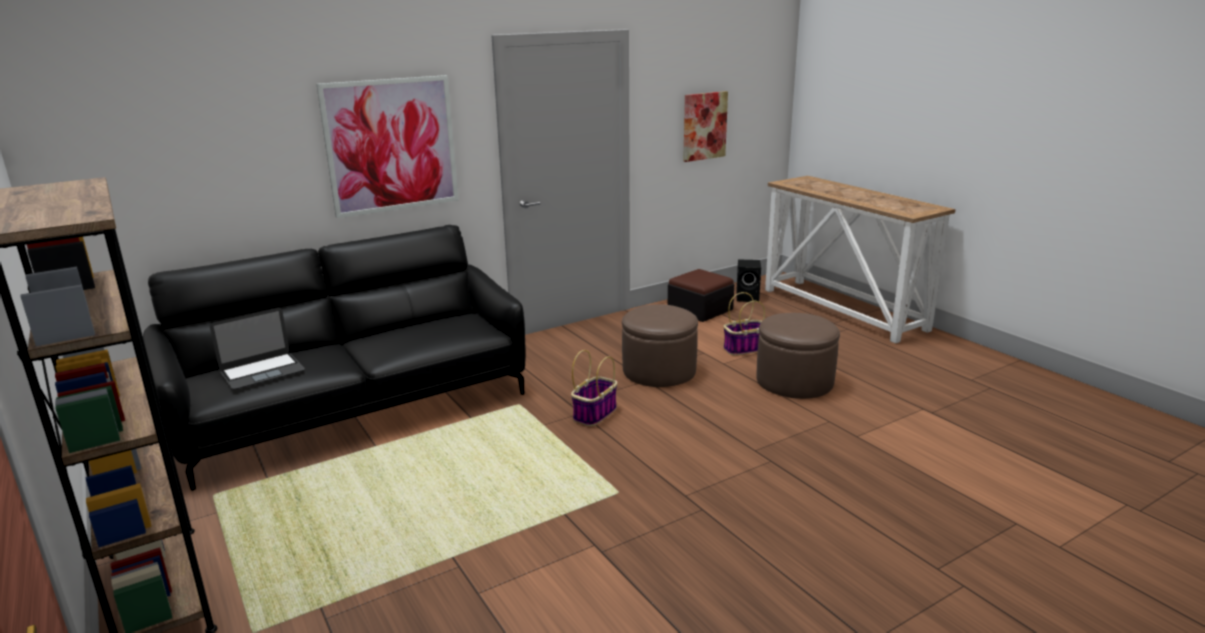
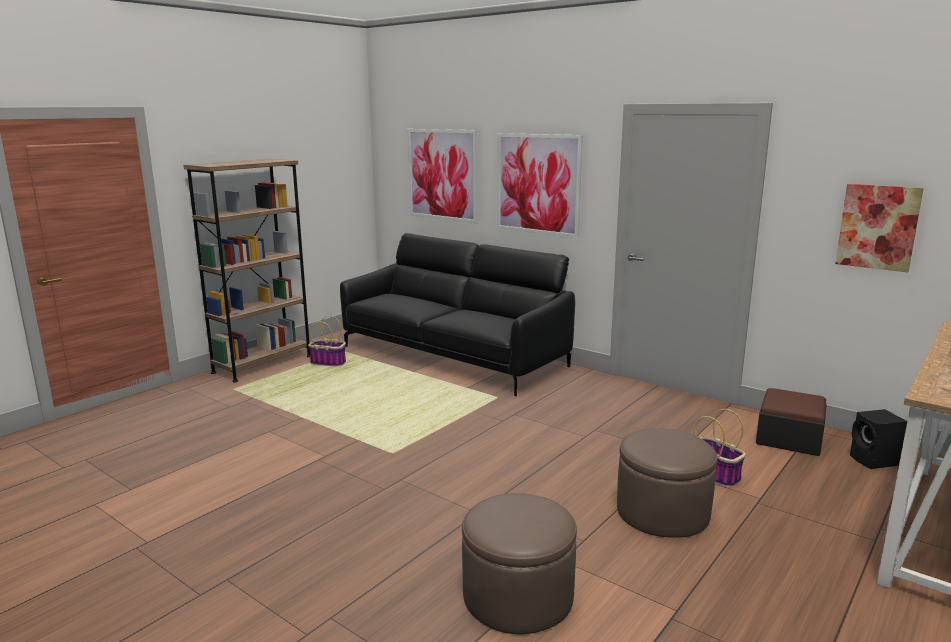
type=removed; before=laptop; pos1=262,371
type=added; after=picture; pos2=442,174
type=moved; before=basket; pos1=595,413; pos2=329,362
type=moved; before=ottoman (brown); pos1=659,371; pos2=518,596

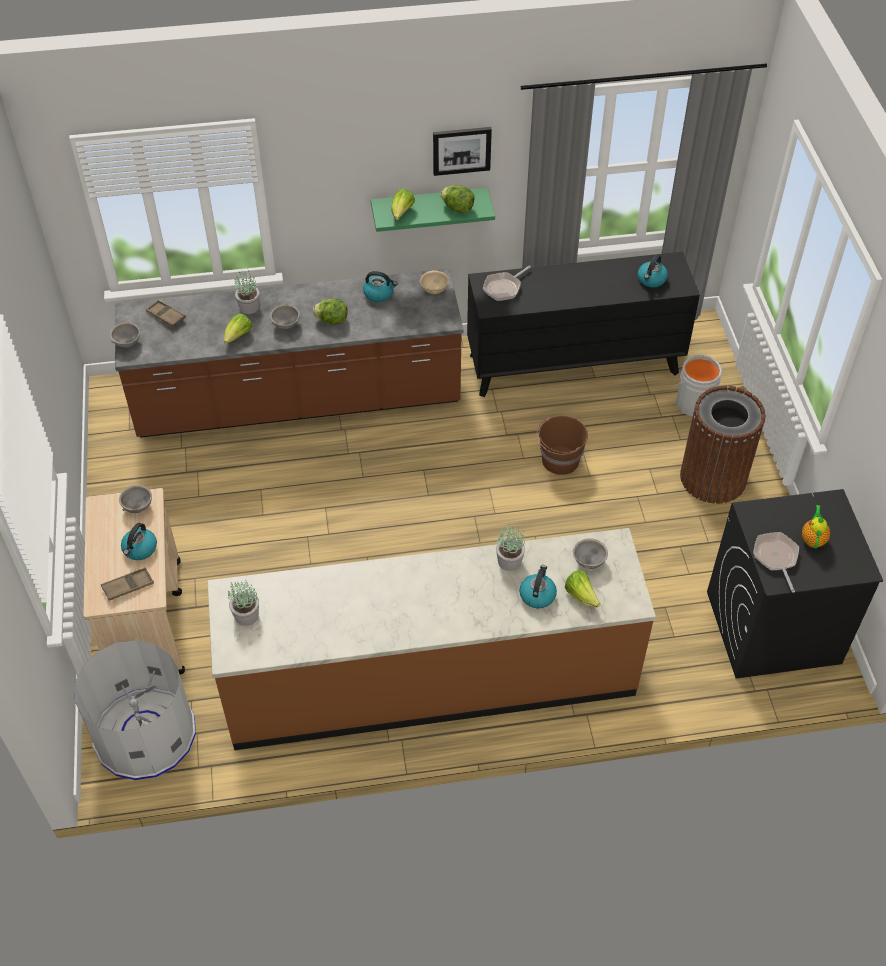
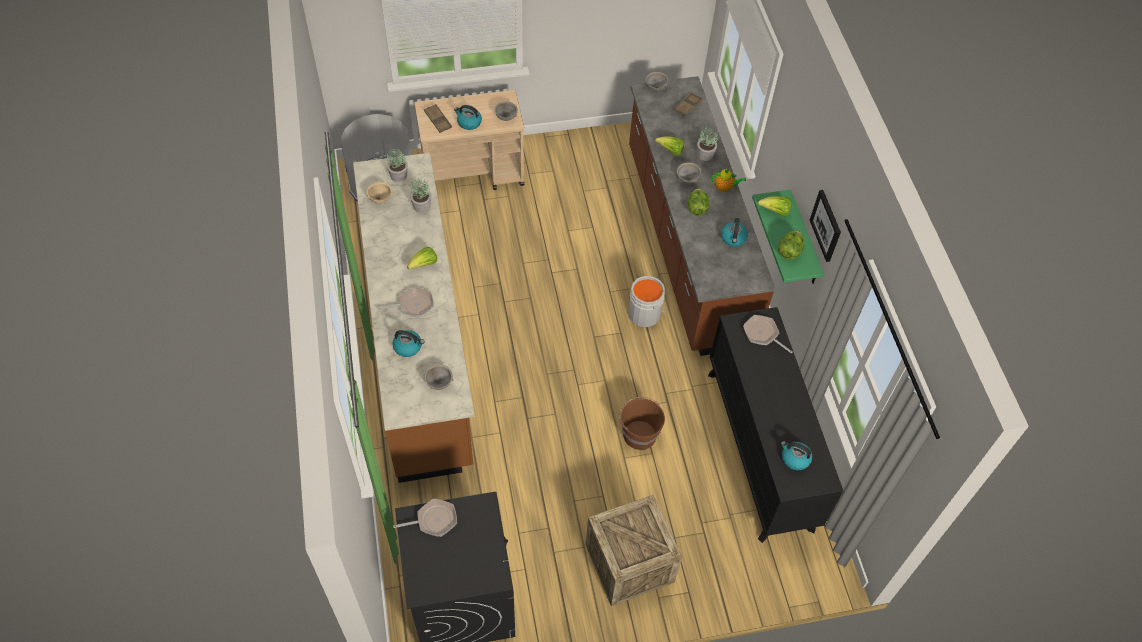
type=added; after=frying pan; pos2=413,305
type=moved; before=bowl (beige); pos1=434,290; pos2=380,199
type=moved; before=potted plant; pos1=510,561; pos2=422,206
type=moved; before=lettuce; pos1=581,595; pos2=424,264
type=moved; before=bucket (grey); pos1=693,401; pos2=646,313
type=moved; before=teapot; pos1=813,539; pos2=724,187
type=replaced; before=trash can (brown); after=crate; pos1=713,478; pos2=629,563

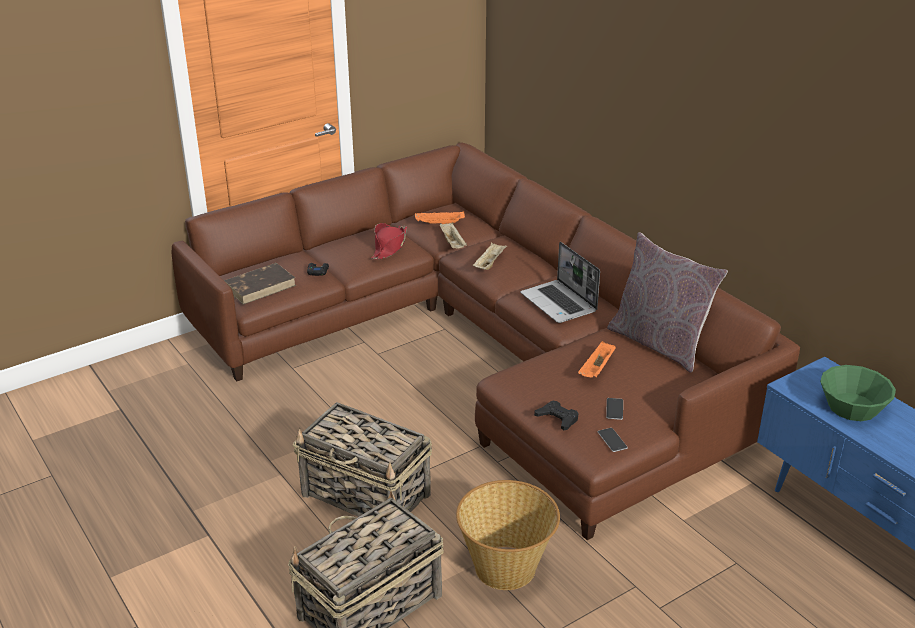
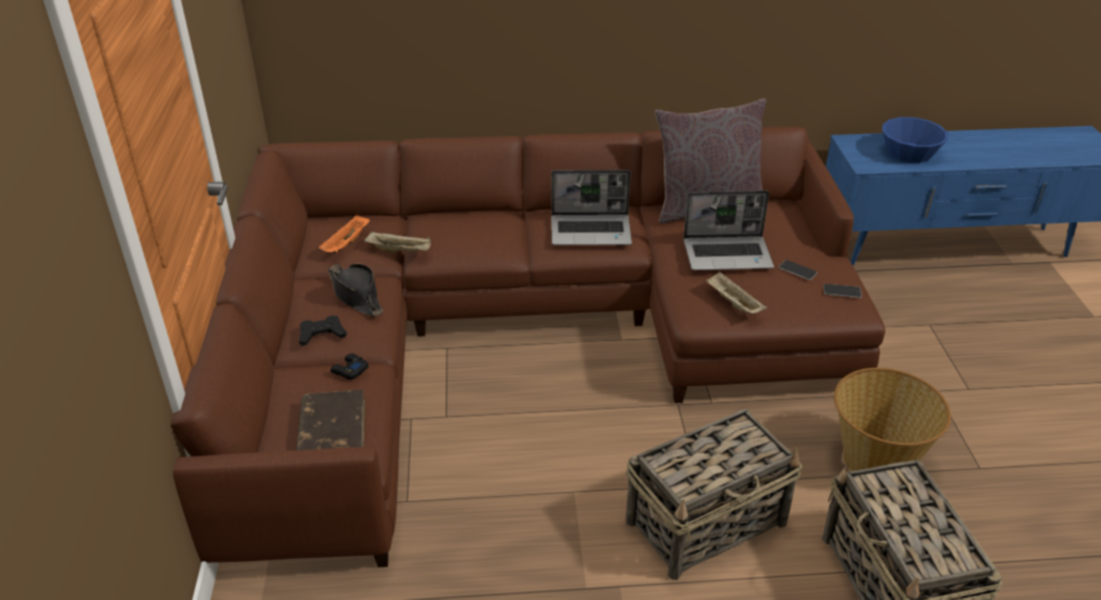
type=moved; before=tray (beige); pos1=489,264; pos2=732,303
type=moved; before=game controller (black); pos1=557,418; pos2=322,334
type=replaced; before=tray (orange); after=laptop; pos1=597,369; pos2=728,254
type=recoloured; before=hat (red); after=hat (black); pos1=389,247; pos2=356,295
type=recoloured; before=bowl (green); after=bowl (blue); pos1=853,406; pos2=909,152

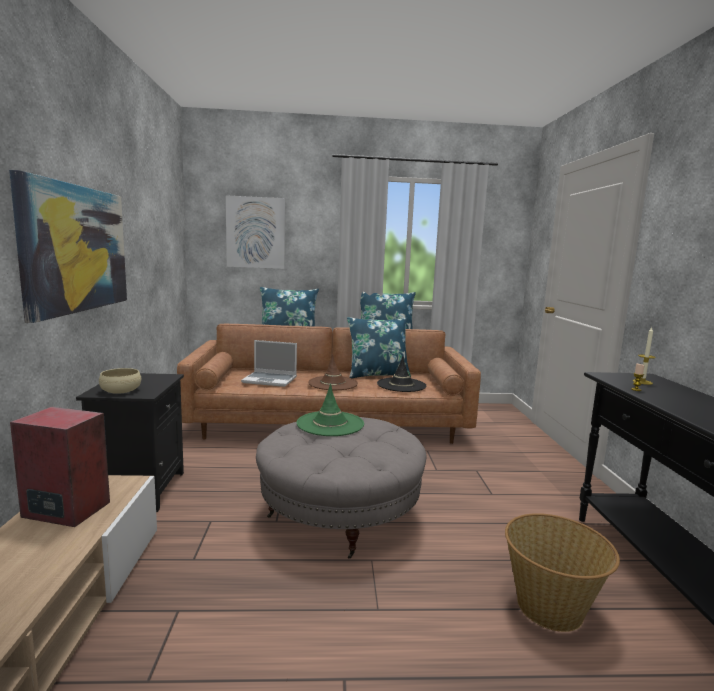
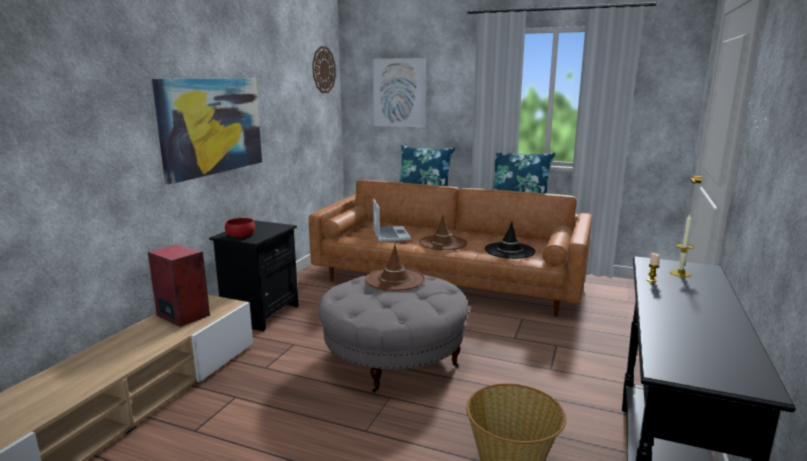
type=removed; before=pillow (blue); pos1=377,375
type=added; after=wall clock; pos2=323,70
type=recoloured; before=bowl (beige); after=bowl (red); pos1=120,390; pos2=240,235
type=recoloured; before=hat (green); after=hat (brown); pos1=330,424; pos2=395,279
type=turned; before=laptop; pos1=270,380; pos2=390,235; turn=-135

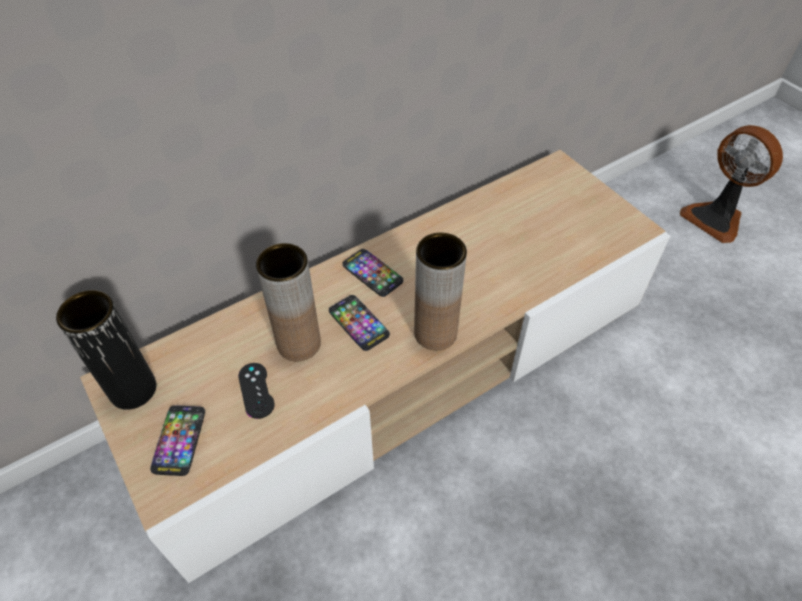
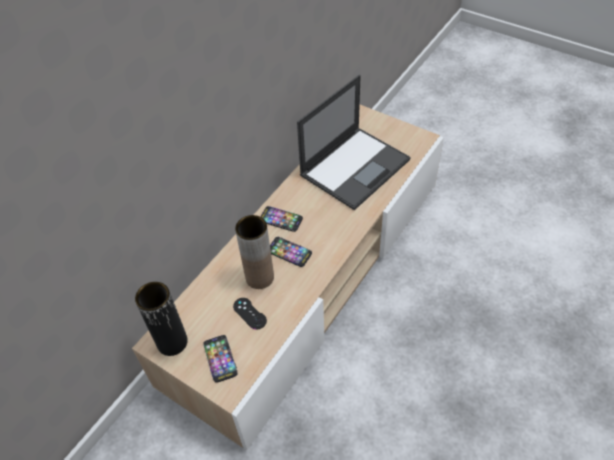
type=removed; before=vase (brown); pos1=435,333
type=removed; before=fan; pos1=715,218
type=added; after=laptop; pos2=355,166

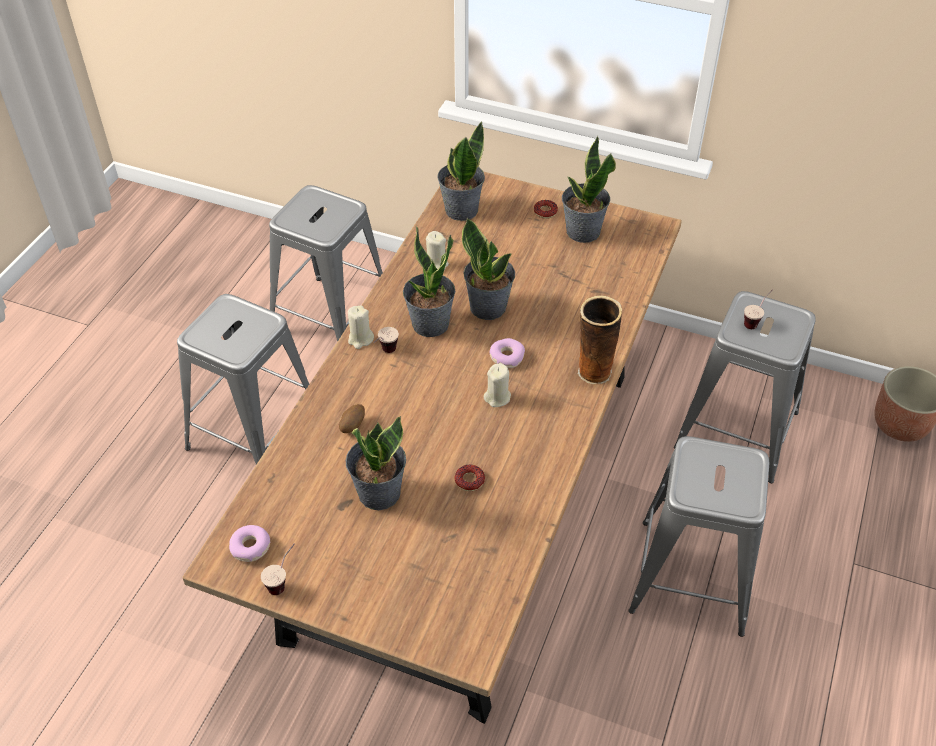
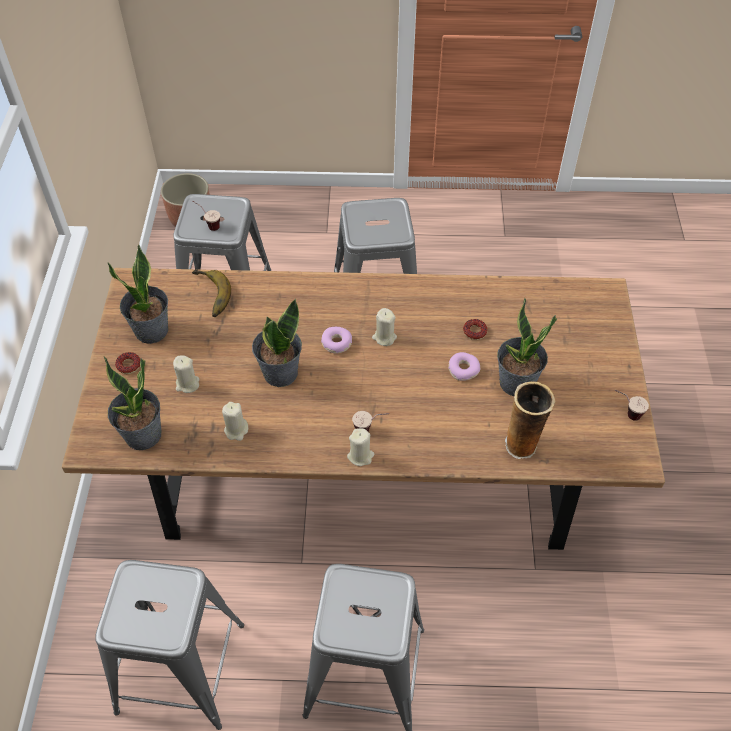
type=removed; before=potato; pos1=352,425
type=removed; before=potted plant; pos1=430,324
type=added; after=candle (beige); pos2=187,384
type=added; after=banana; pos2=208,295
type=moved; before=donut; pos1=250,547; pos2=463,369
type=moved; before=vase; pos1=593,372; pos2=522,445

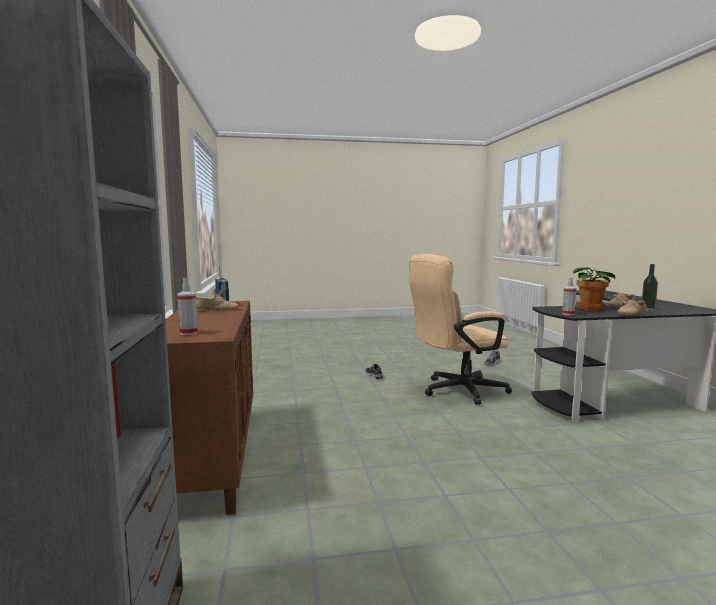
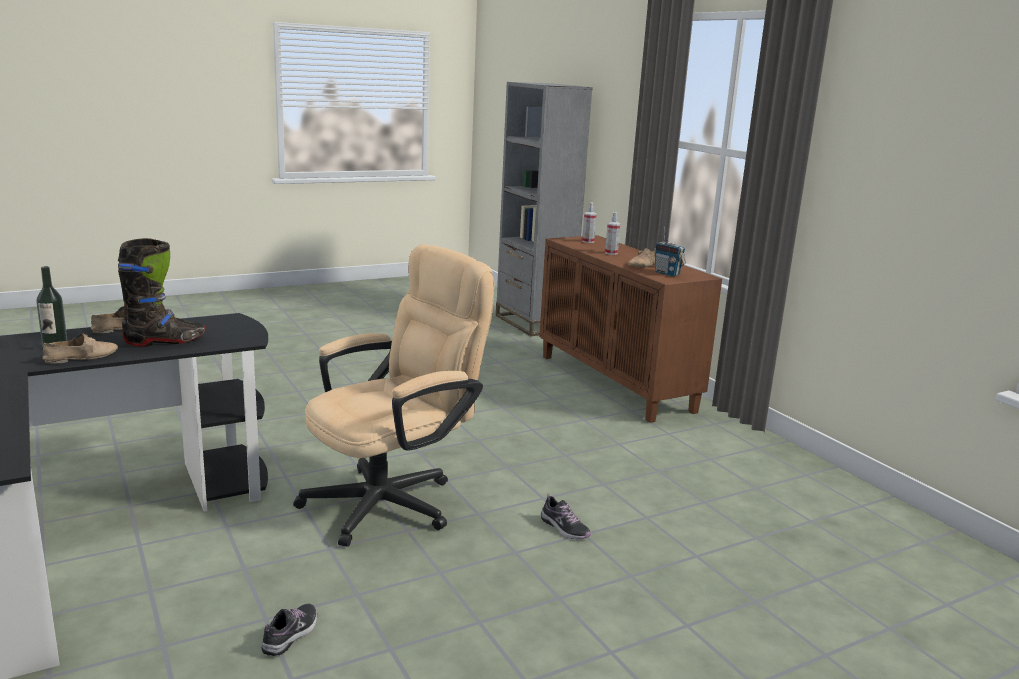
type=moved; before=spray bottle; pos1=568,314; pos2=611,253
type=replaced; before=potted plant; after=boot (black); pos1=591,309; pos2=165,341

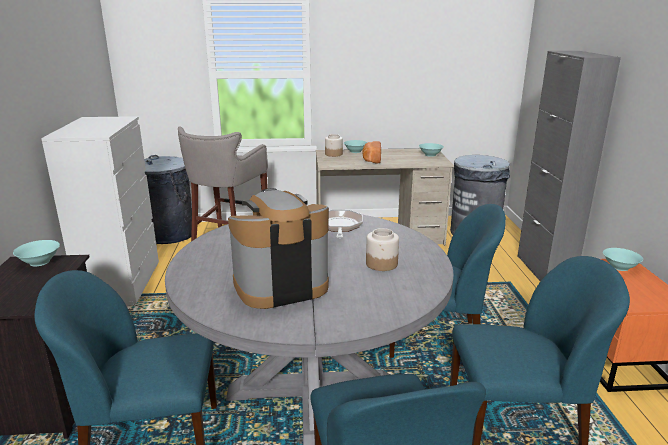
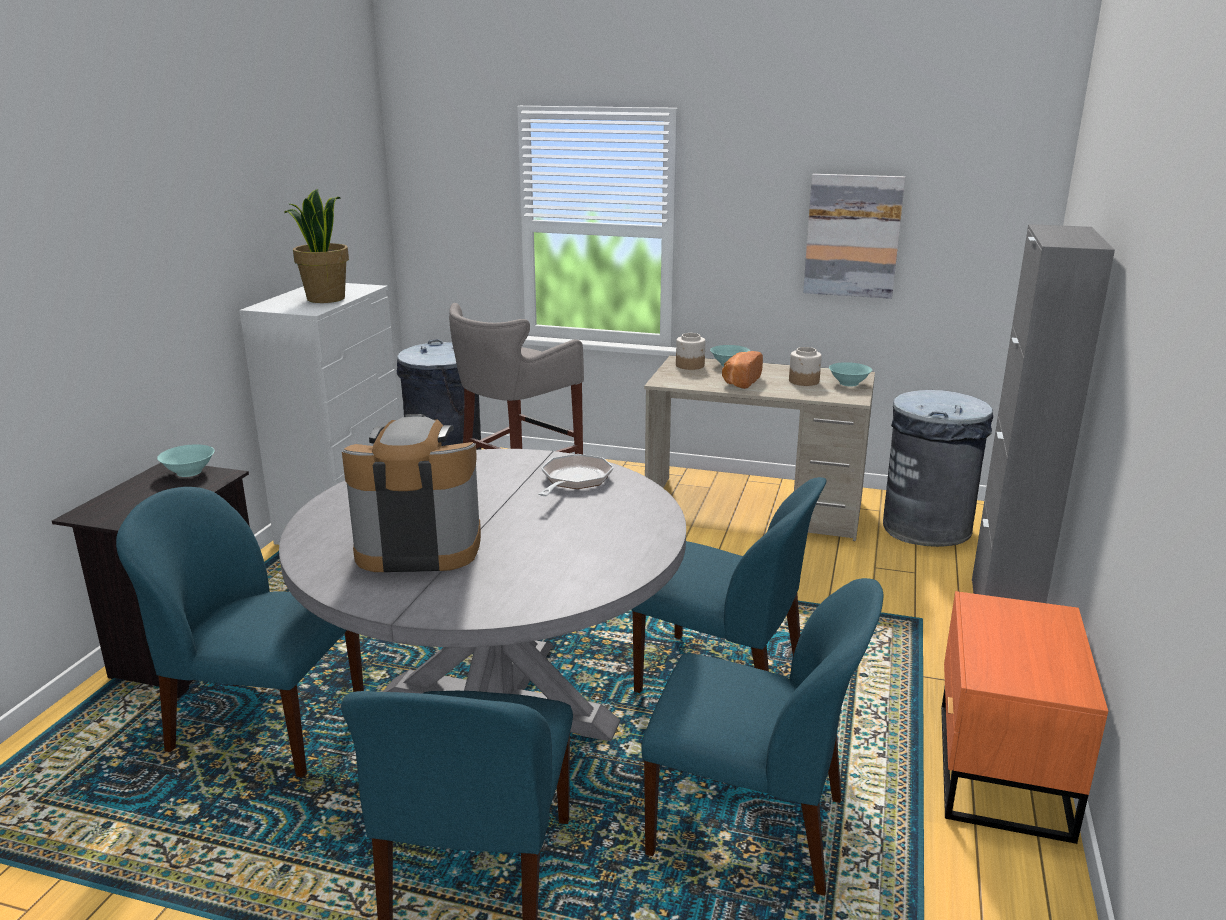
type=removed; before=bowl (turquoise); pos1=620,267
type=added; after=potted plant; pos2=325,298
type=added; after=picture; pos2=852,236
type=moved; before=jar; pos1=382,264; pos2=804,381

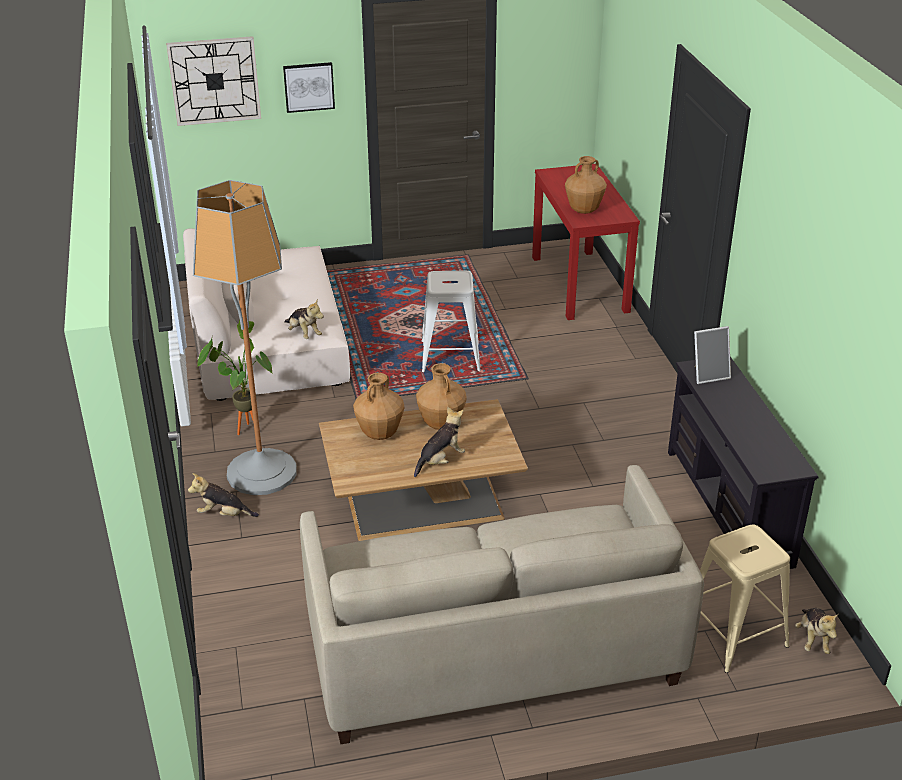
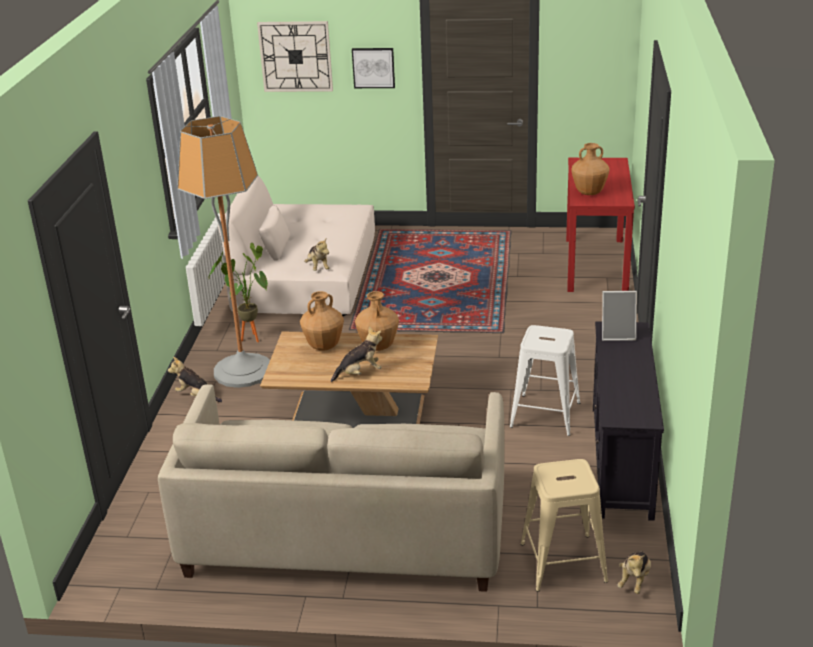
type=moved; before=stool (white); pos1=450,355; pos2=545,414

